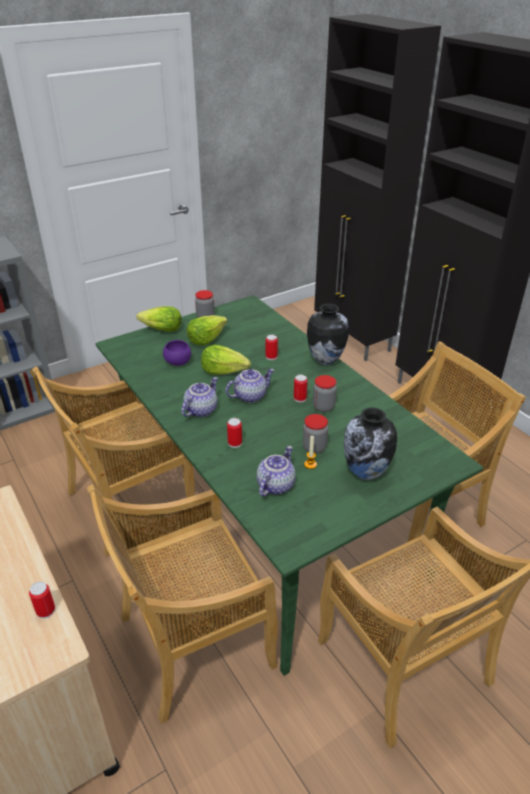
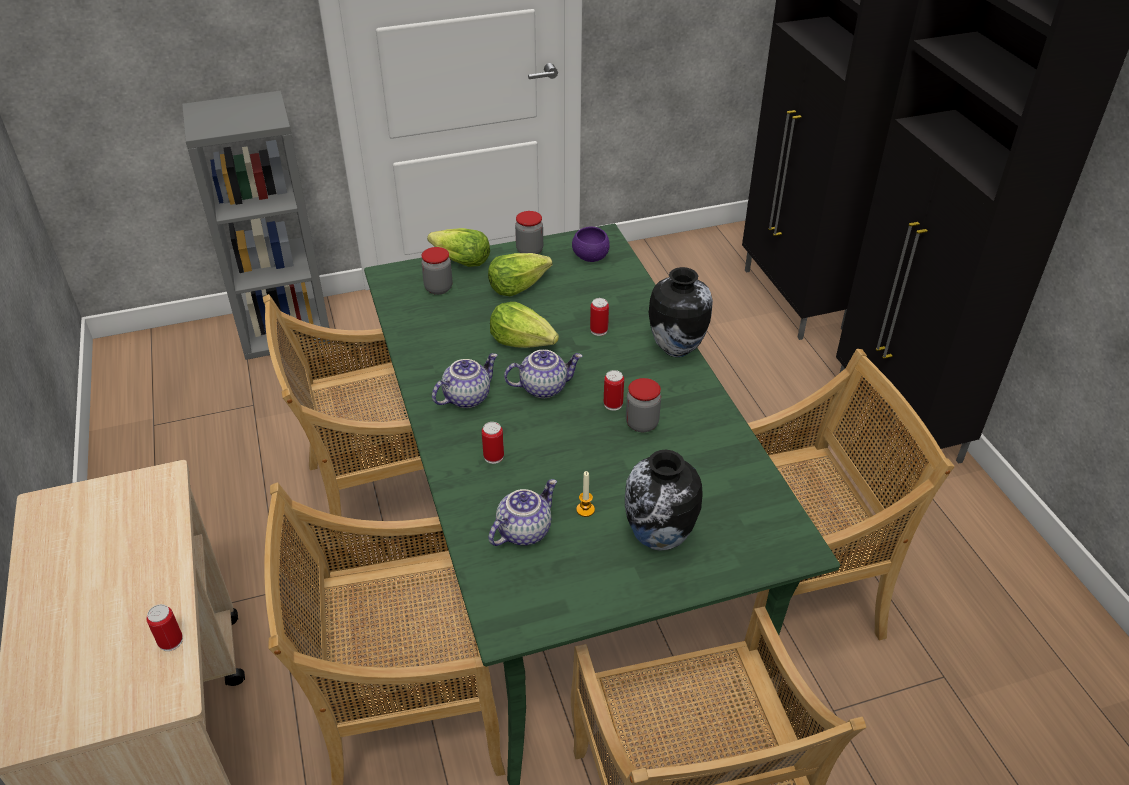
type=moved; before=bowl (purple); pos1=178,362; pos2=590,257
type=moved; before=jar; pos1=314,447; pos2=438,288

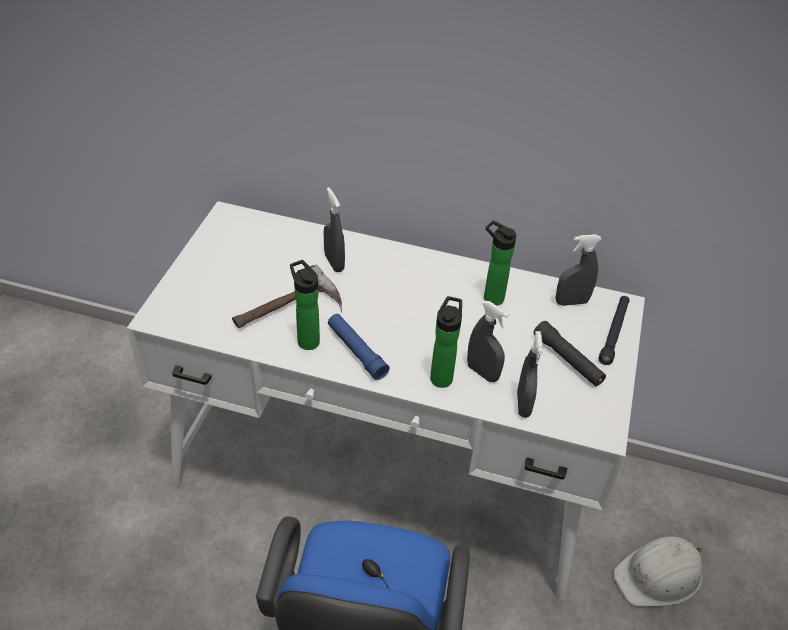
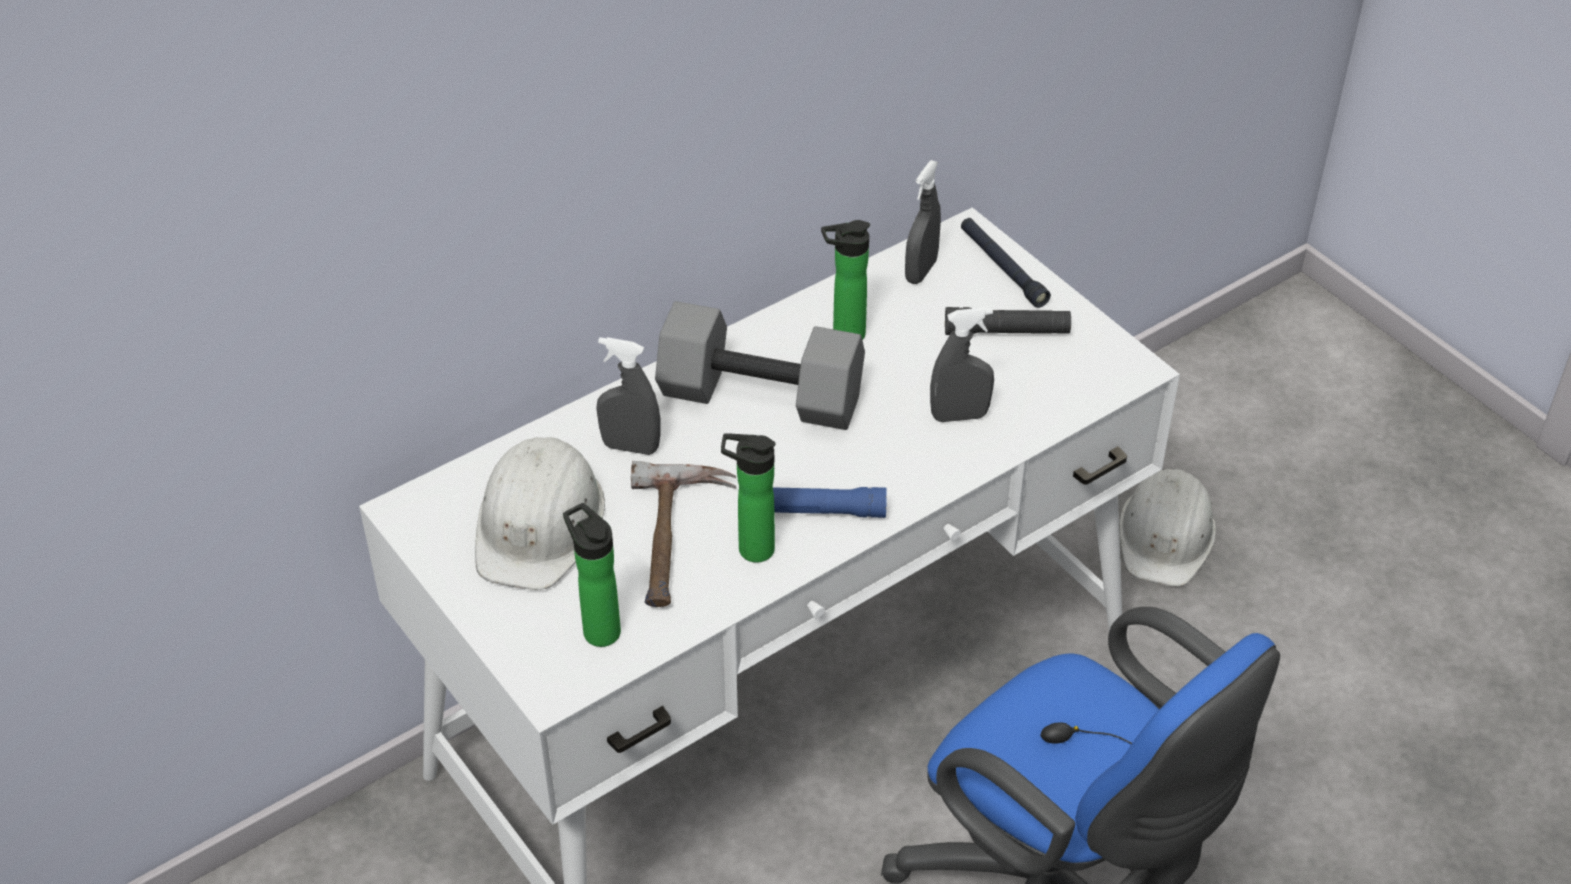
type=removed; before=spray bottle (grey); pos1=523,404
type=added; after=hard hat (white); pos2=540,523
type=added; after=dumbbell (grey); pos2=763,395
type=moved; before=bottle; pos1=442,376; pos2=598,629

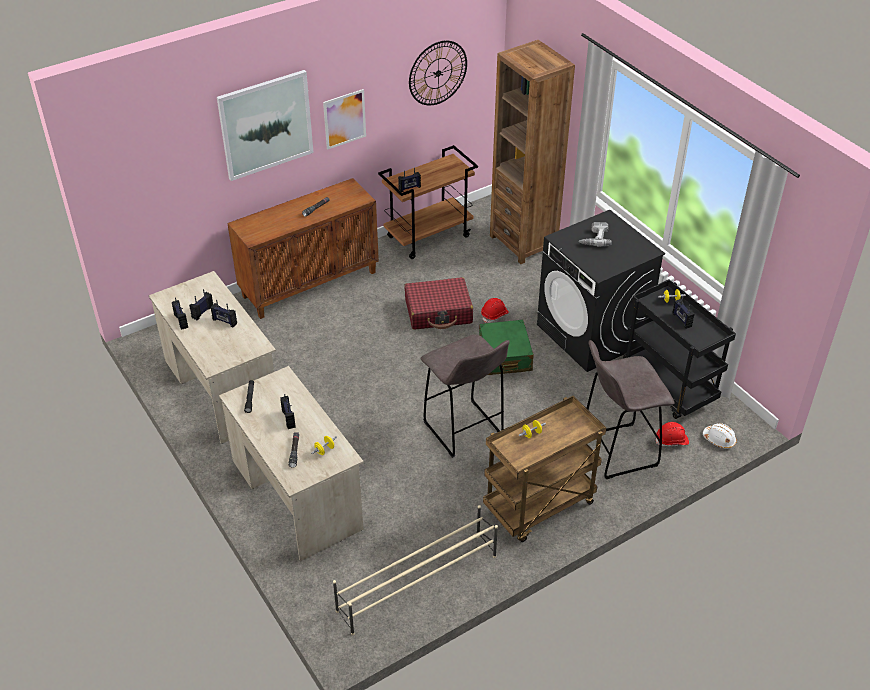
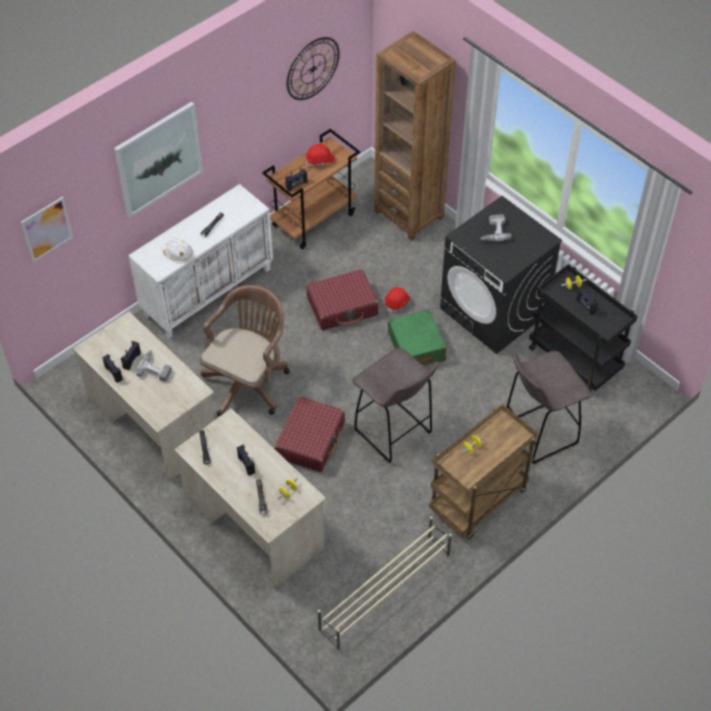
type=added; after=office chair (brown); pos2=248,381
type=added; after=suitcase (red); pos2=310,440
type=moved; before=picture; pos1=344,119; pos2=47,229
type=moved; before=hard hat (red); pos1=672,440; pos2=320,160
type=moved; before=hard hat (white); pos1=719,439; pos2=178,253
type=replaced; before=radio; after=power drill; pos1=224,321; pos2=156,368
type=recoloured; before=cabinet (brown); after=cabinet (white); pos1=310,283; pos2=208,291

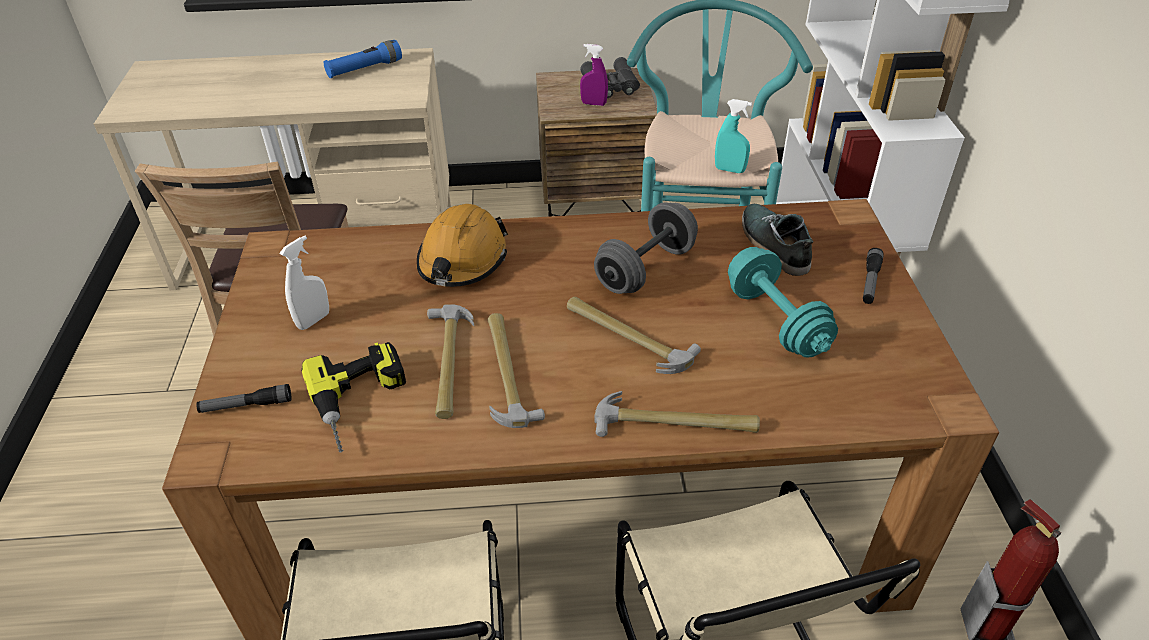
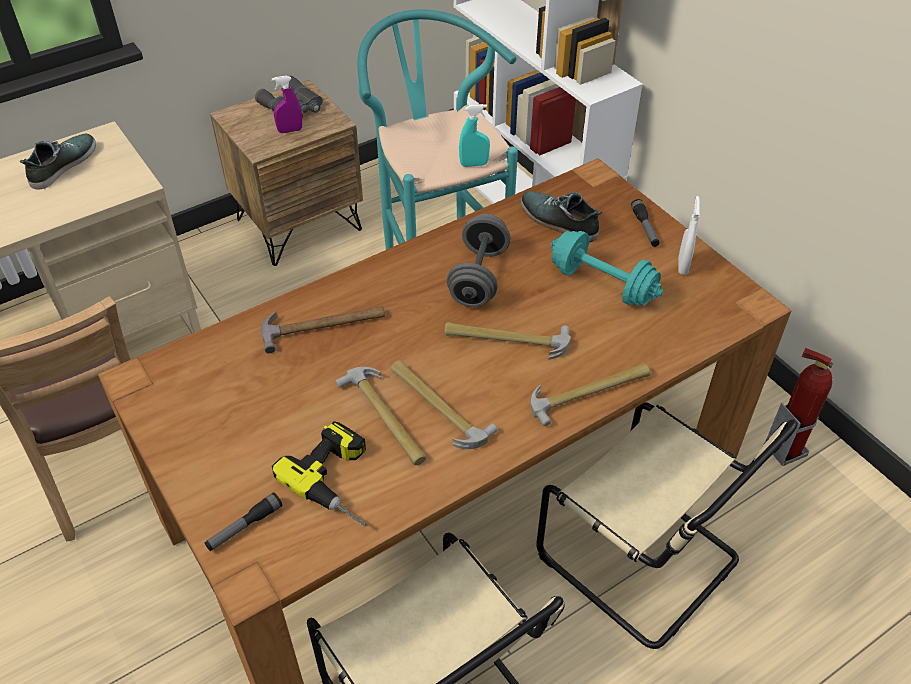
type=moved; before=spray bottle (white); pos1=314,320; pos2=683,266
type=replaced; before=flashlight (blue); after=shoe; pos1=365,69; pos2=62,165
type=replaced; before=hard hat (orange); after=hammer; pos1=462,260; pos2=324,326

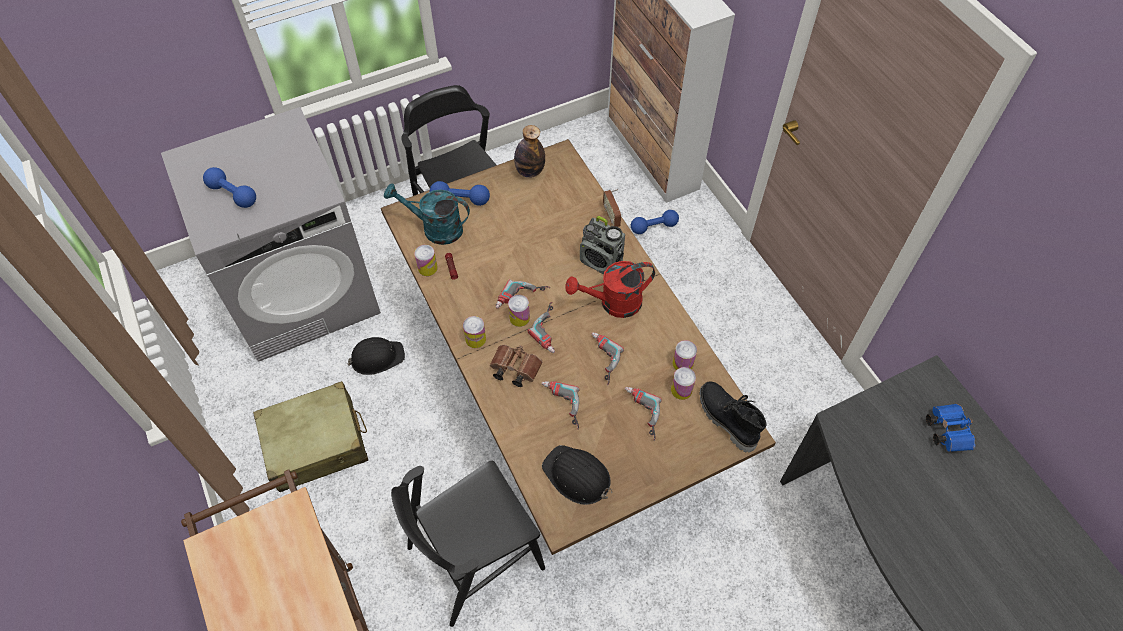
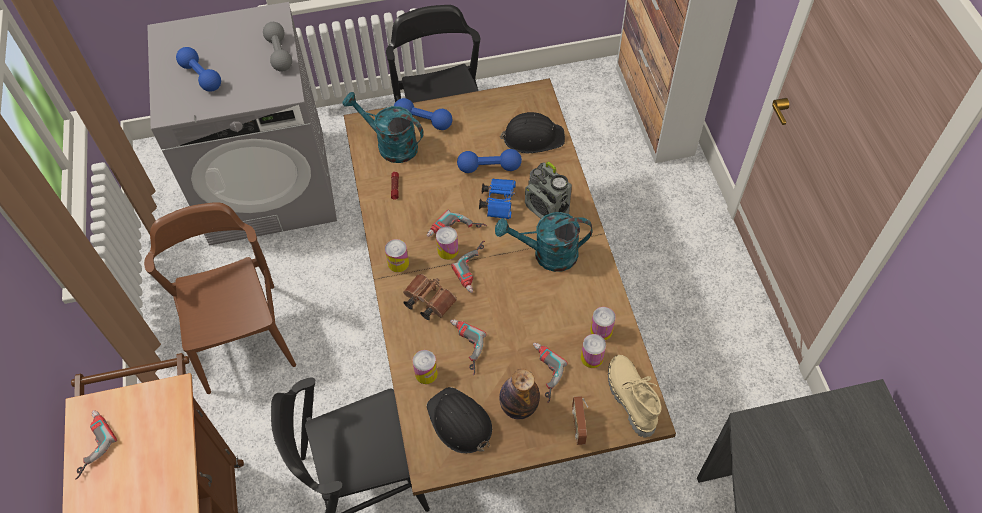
type=added; after=dumbbell (grey); pos2=279,54
type=moved; before=hard hat (black); pos1=376,357; pos2=532,137
type=moved; before=can; pos1=427,268; pos2=426,373
type=moved; before=bottle; pos1=530,171; pos2=518,406
type=moved; before=power drill; pos1=600,359; pos2=88,445
type=moved; before=radio; pos1=611,217; pos2=578,426
type=moved; before=dumbbell (blue); pos1=654,227; pos2=489,167
type=moved; before=binoculars (blue); pos1=946,430; pos2=498,202
type=replaced; before=suitcase (beige); after=chair (brown); pos1=316,444; pos2=242,337
type=recoloured; before=watering can (red); after=watering can (turquoise); pos1=613,303; pos2=547,255
type=recoloured; before=boot (black); after=boot (beige); pos1=725,420; pos2=629,398

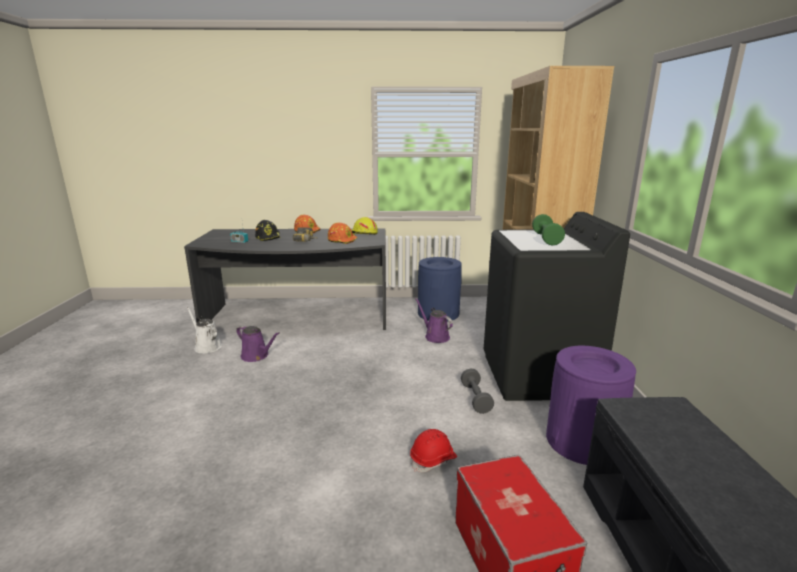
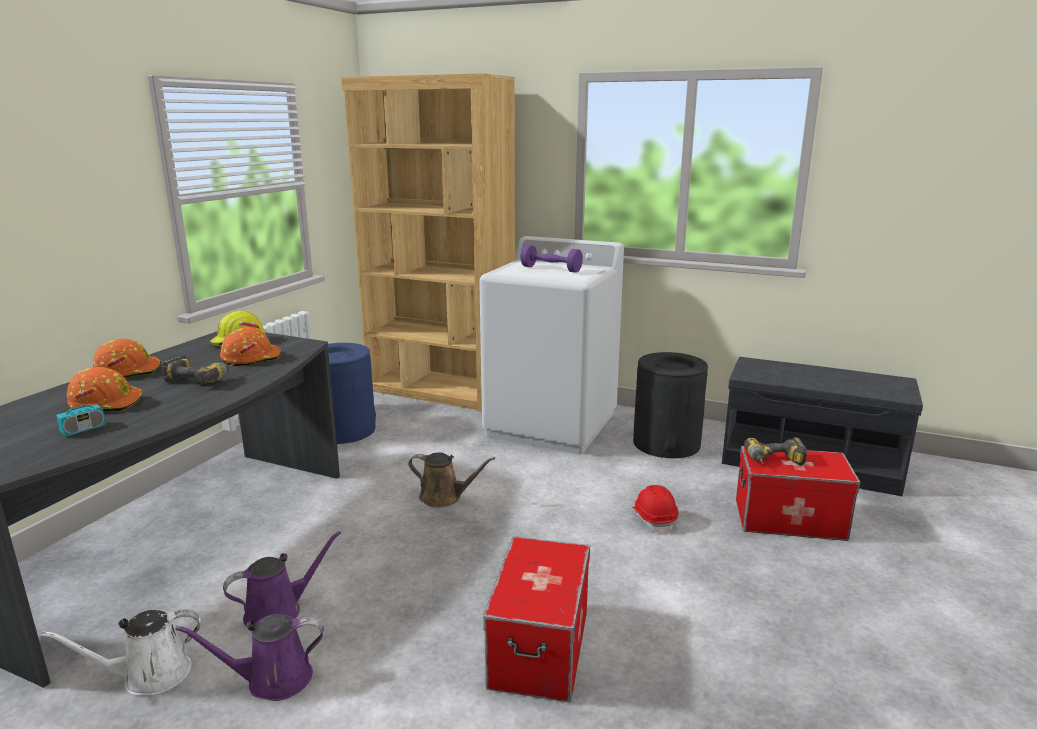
type=removed; before=dumbbell (grey); pos1=476,398
type=added; after=watering can (brown); pos2=444,497
type=added; after=storage box; pos2=538,647
type=added; after=power drill; pos2=775,462
type=moved; before=watering can (purple); pos1=435,336; pos2=272,680
type=recoloured; before=hard hat (black); after=hard hat (orange); pos1=268,237; pos2=107,403
type=recoloured; before=washing machine (black); after=washing machine (white); pos1=538,375; pos2=552,425
type=recoloured; before=dumbbell (green); after=dumbbell (purple); pos1=546,239; pos2=551,269
type=recoloured; before=trash can (purple); after=trash can (black); pos1=582,442; pos2=667,443

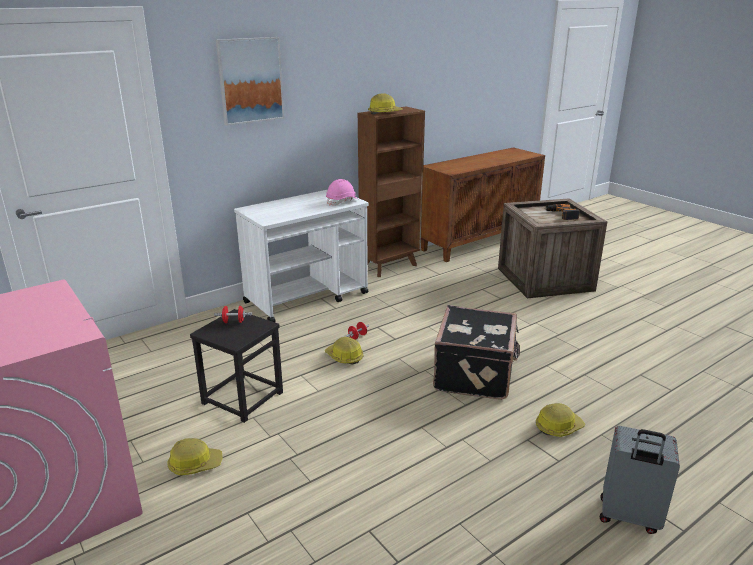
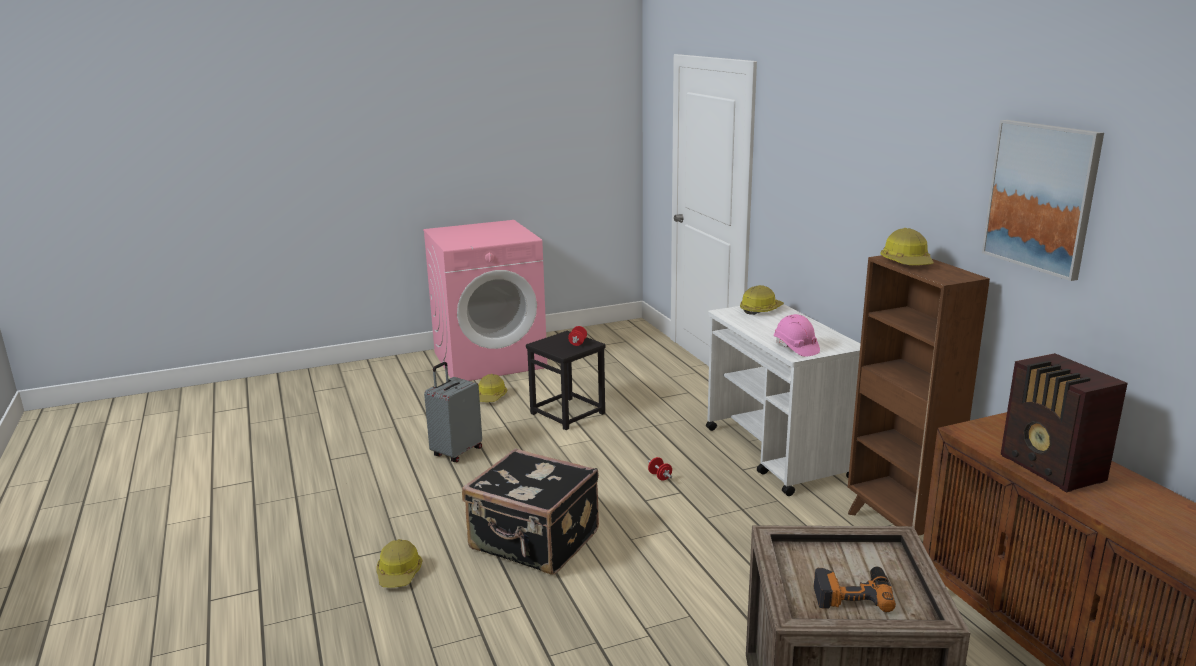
type=added; after=radio; pos2=1052,469
type=moved; before=picture; pos1=250,80; pos2=1041,197
type=moved; before=hard hat; pos1=344,357; pos2=760,309
type=moved; before=suitcase (grey); pos1=628,517; pos2=456,452

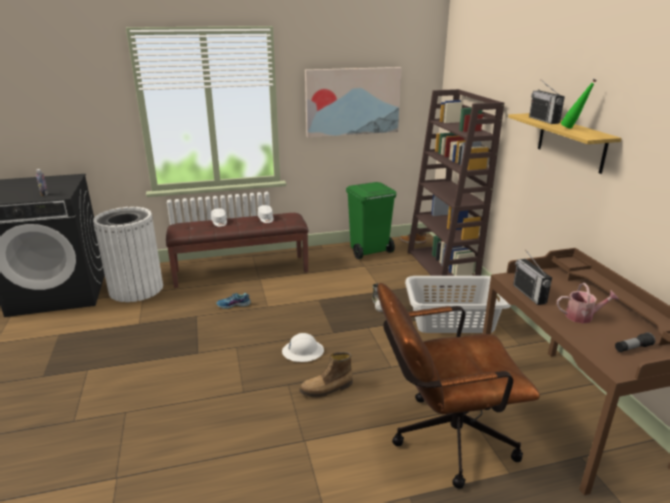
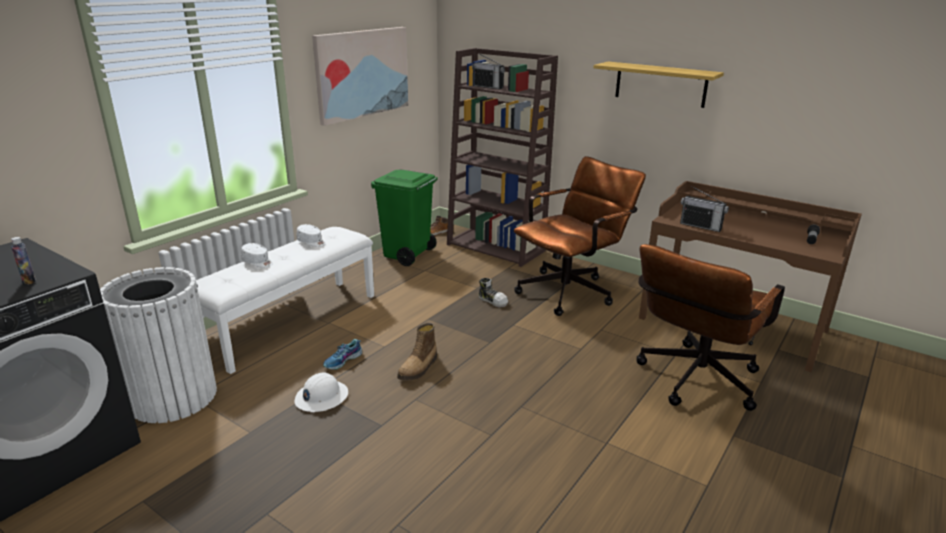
type=removed; before=watering can; pos1=582,316
type=removed; before=bottle (green); pos1=573,128
type=moved; before=hard hat (white); pos1=303,351; pos2=321,397
type=moved; before=boot; pos1=326,389; pos2=419,369
type=moved; before=radio; pos1=543,120; pos2=488,87
type=replaced; before=laundry basket (grey); after=office chair (brown); pos1=453,320; pos2=571,290
type=recoloured; before=bench (brown); after=bench (white); pos1=241,270; pos2=291,322

